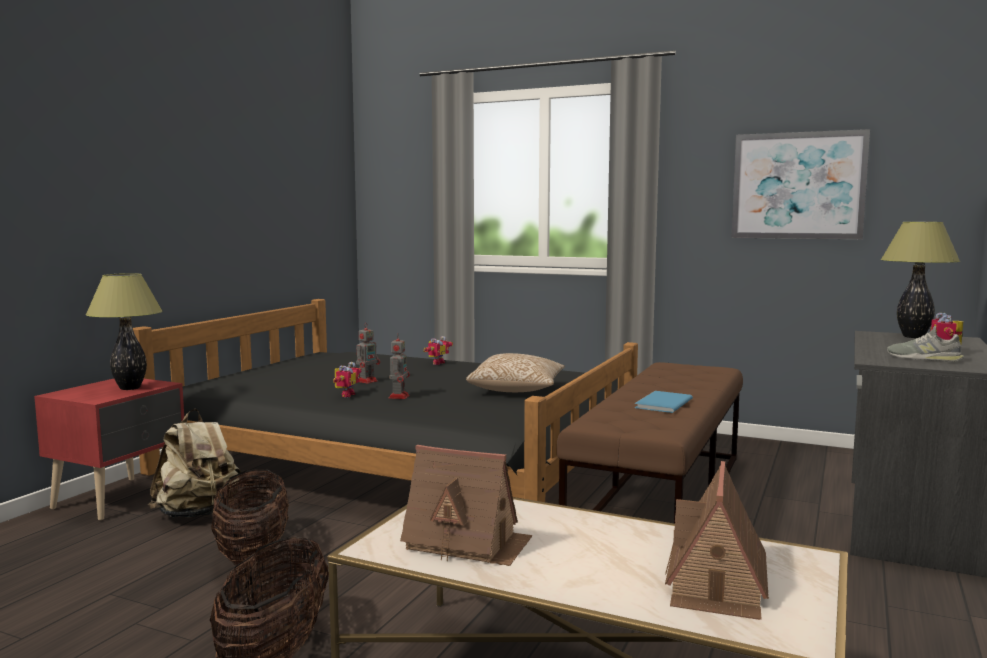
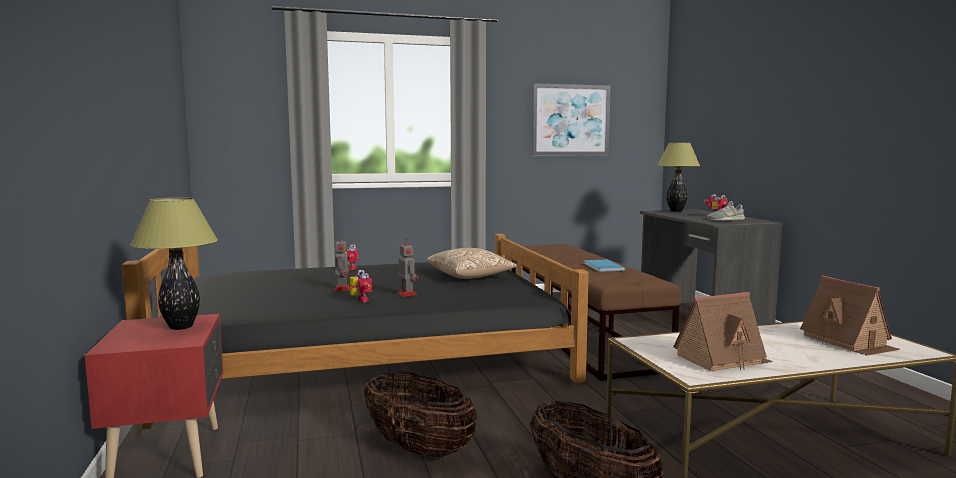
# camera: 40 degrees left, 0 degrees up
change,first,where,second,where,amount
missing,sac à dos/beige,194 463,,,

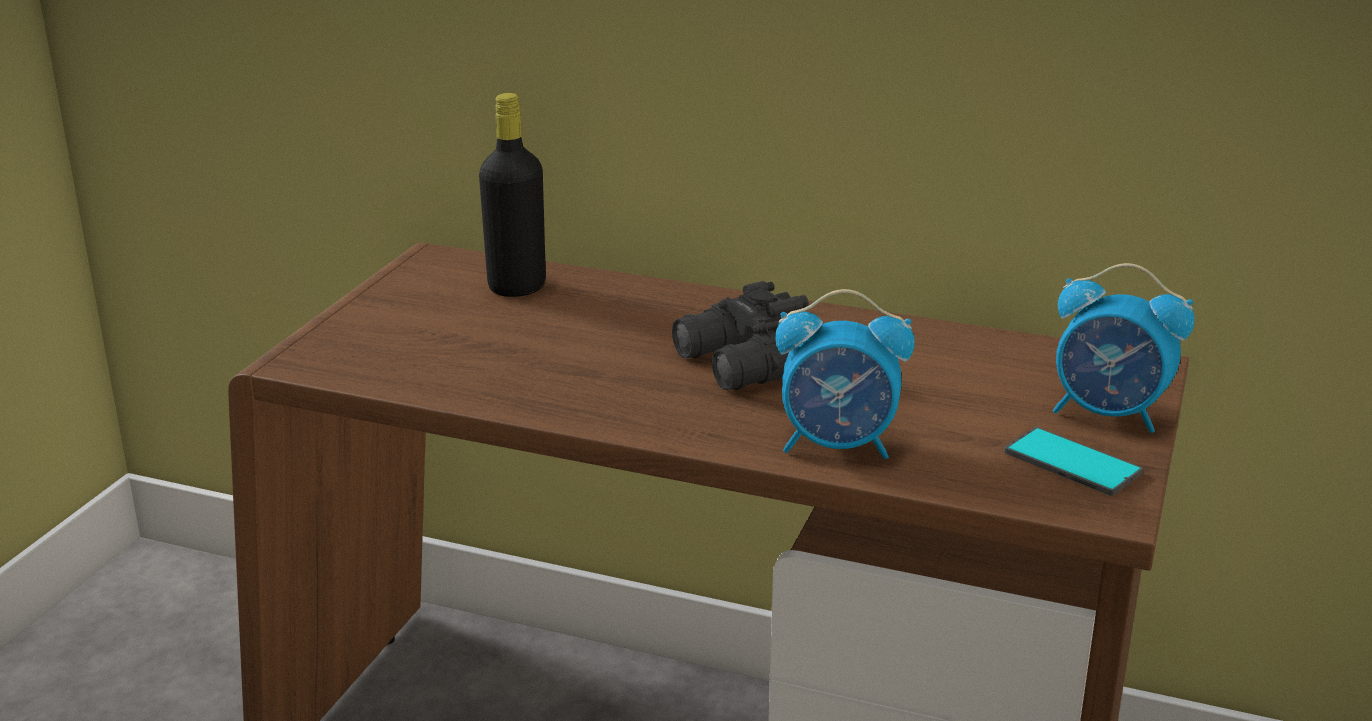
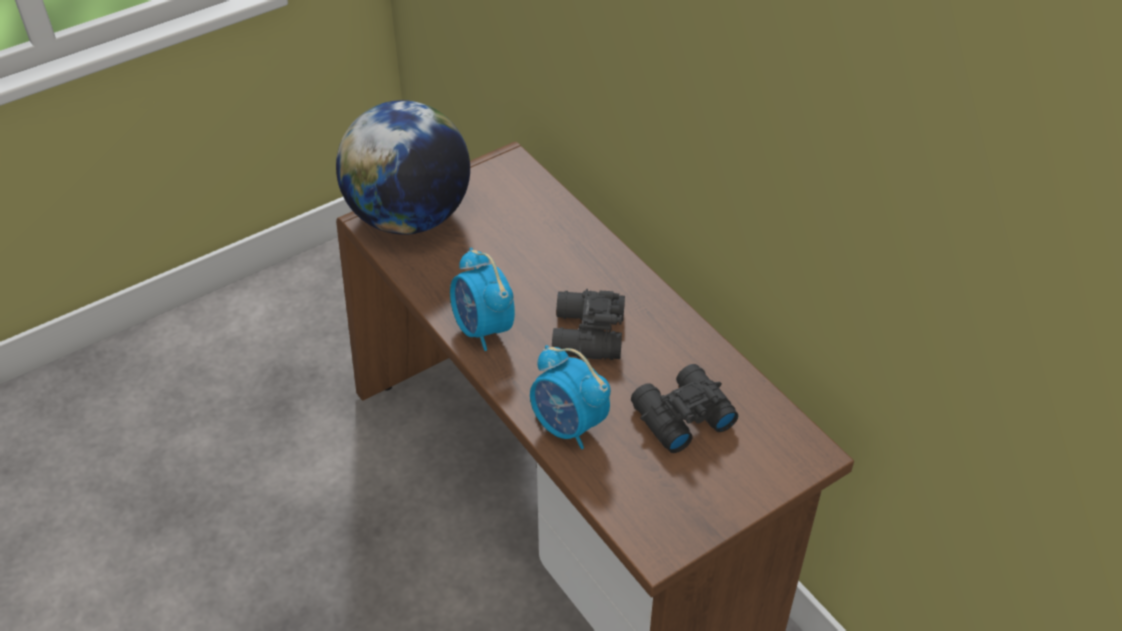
# camera: 35 degrees right, 20 degrees up
change,first,where,second,where,amount
appeared,,,globe,403 167,
relocated,réveil,1124 348,,482 299,
appeared,,,jumelles/noir,684 408,
missing,bouteille/noir,512 195,,,
missing,téléphone,1073 461,,,

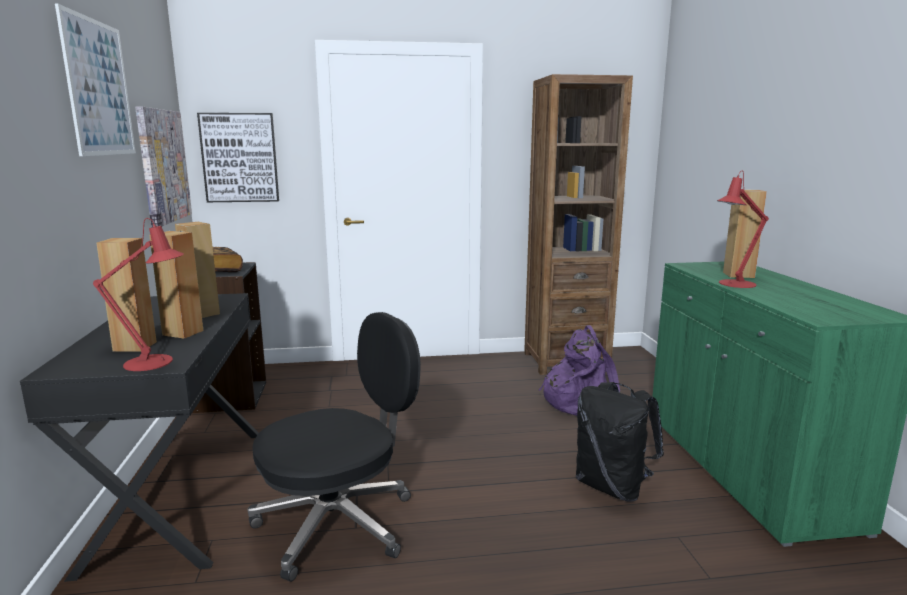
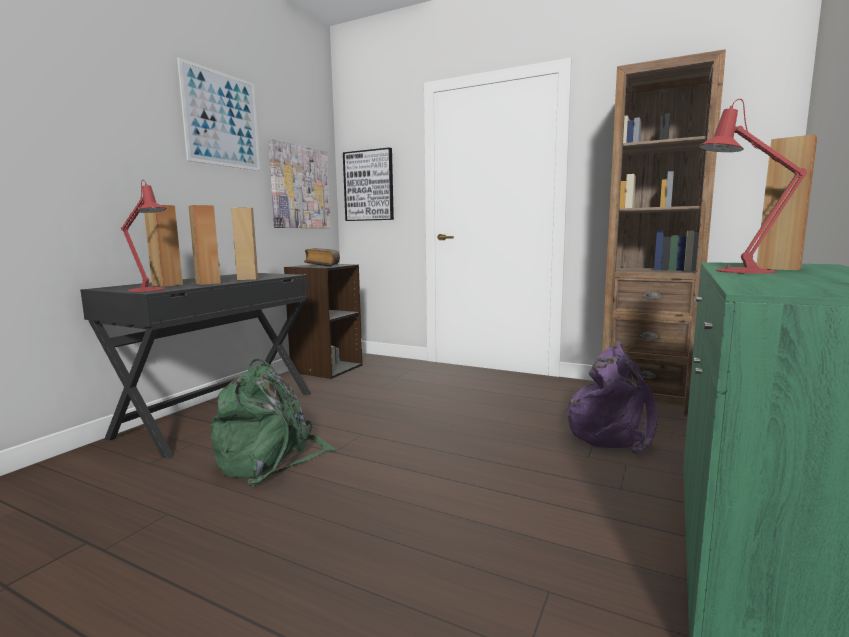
# camera: 35 degrees right, 5 degrees down
change,first,where,second,where,amount
exchanged,chaise de bureau/noir,334 447,sac à dos/vert,273 423,
missing,sac à dos/noir,620 441,,,

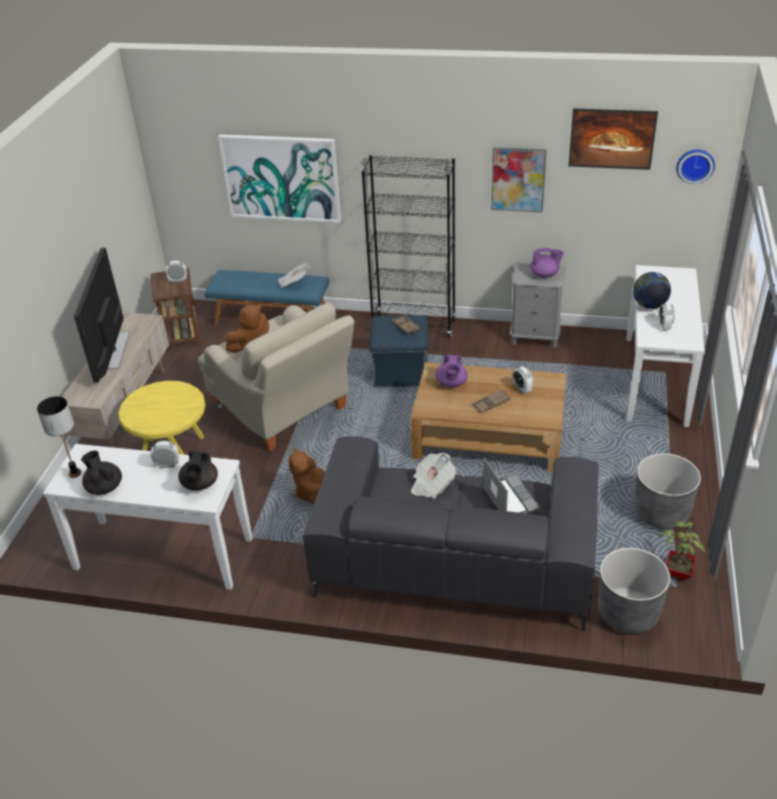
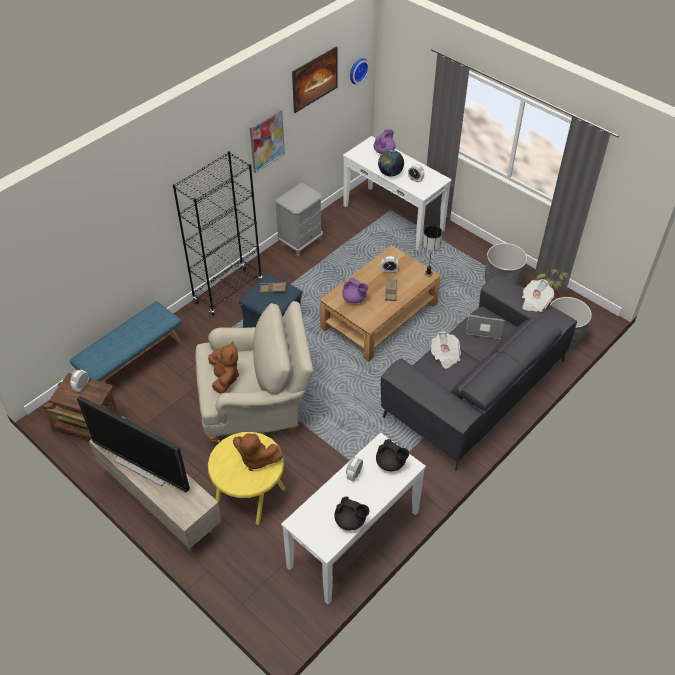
# camera: 60 degrees left, 10 degrees up
change,first,where,second,where,amount
relocated,peluche/marron,307 476,,258 452,
spun,théière/noir,101 473,,351 513,150 degrees counterclockwise
relocated,théière/violet,547 263,,384 141,
relocated,lampe de table,59 437,,433 251,
relocated,journal,294 275,,538 295,
missing,tableau,279 178,,,

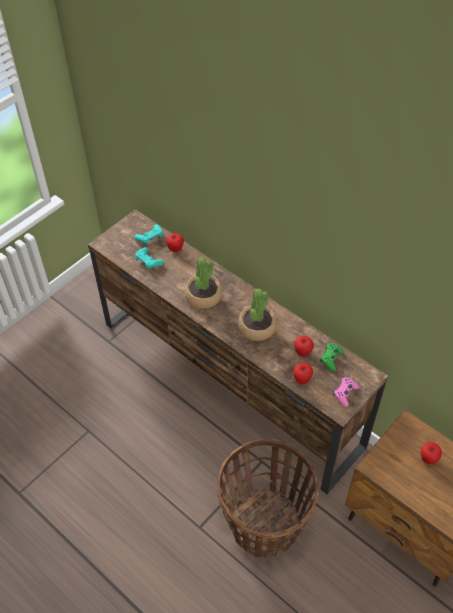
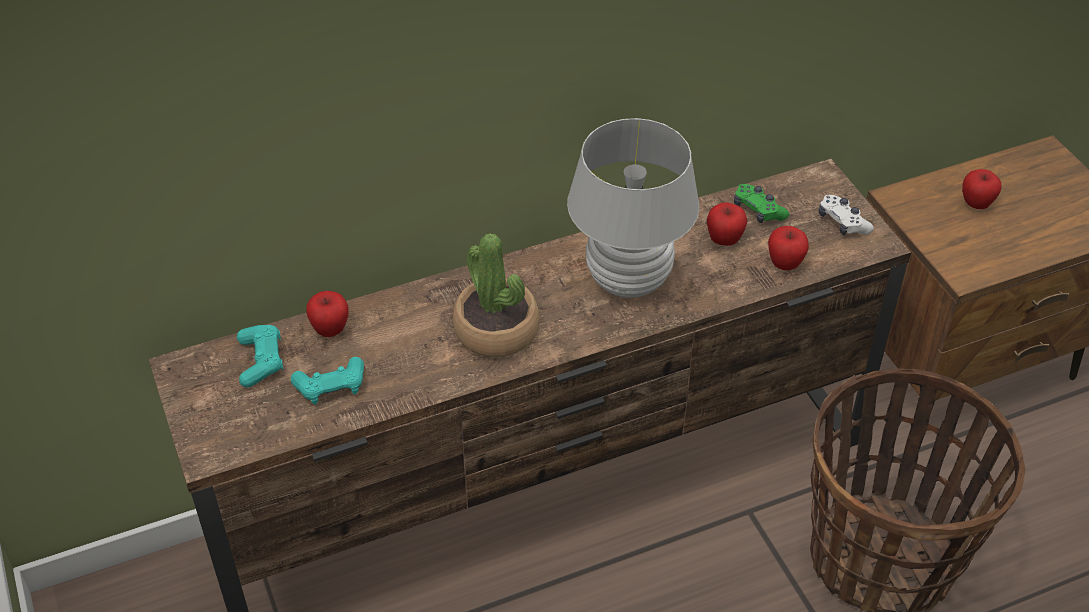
# camera: 65 degrees left, 5 degrees down
change,first,where,second,where,amount
exchanged,plante en pot,257 315,lampe de table/blanc,633 208,
colour,manette/rose,346 392,manette/blanc,846 215,

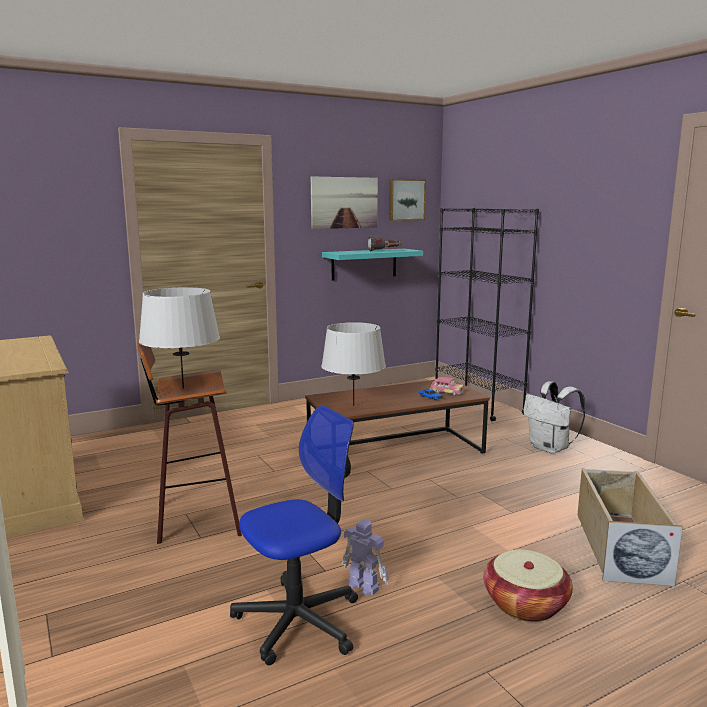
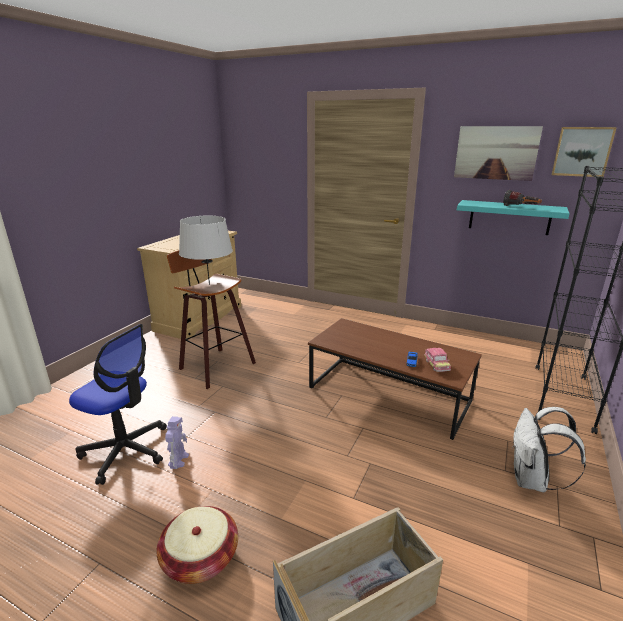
# camera: 55 degrees right, 10 degrees up
change,first,where,second,where,amount
missing,lampe de table/gris,353 364,,,

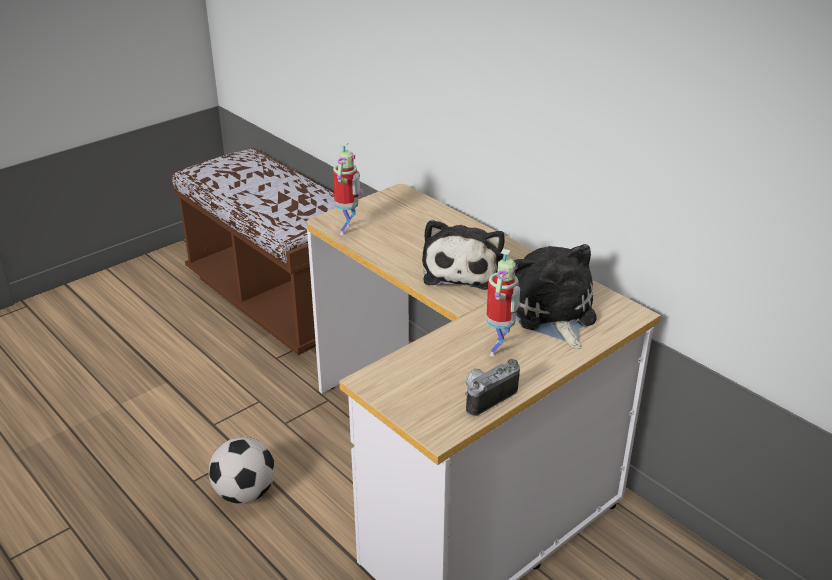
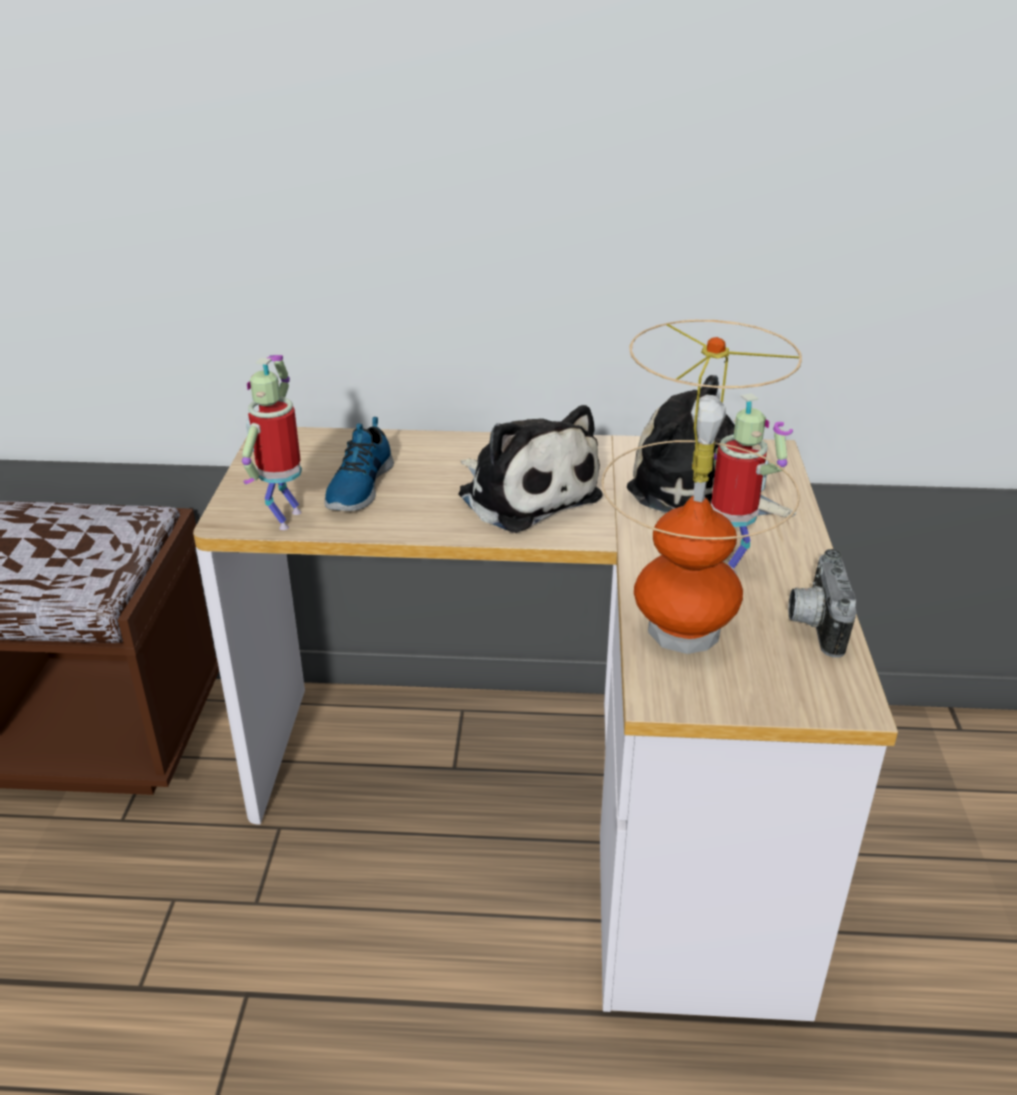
# camera: 45 degrees left, 0 degrees up
change,first,where,second,where,amount
spun,robot jouet,348 188,,272 442,135 degrees counterclockwise
appeared,,,chaussure,359 464,
appeared,,,lampe de table,702 487,
missing,ballon de foot,242 470,,,

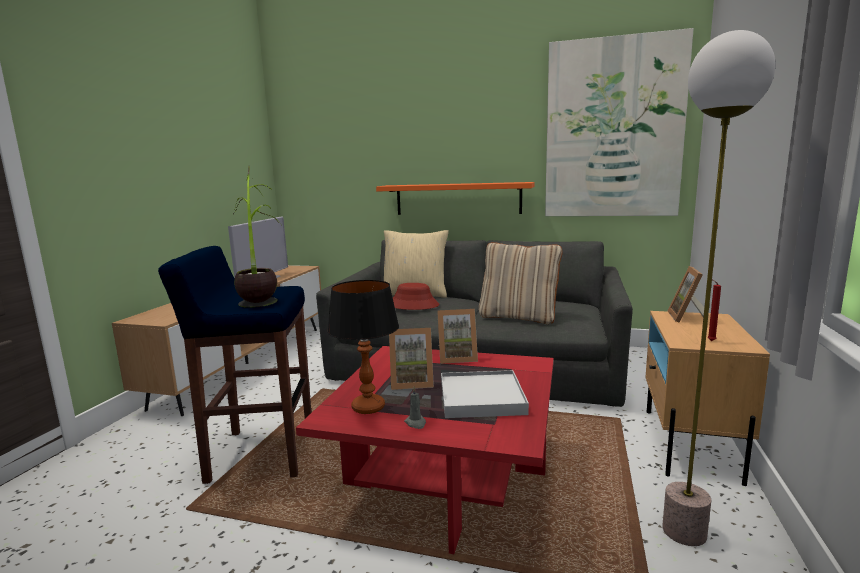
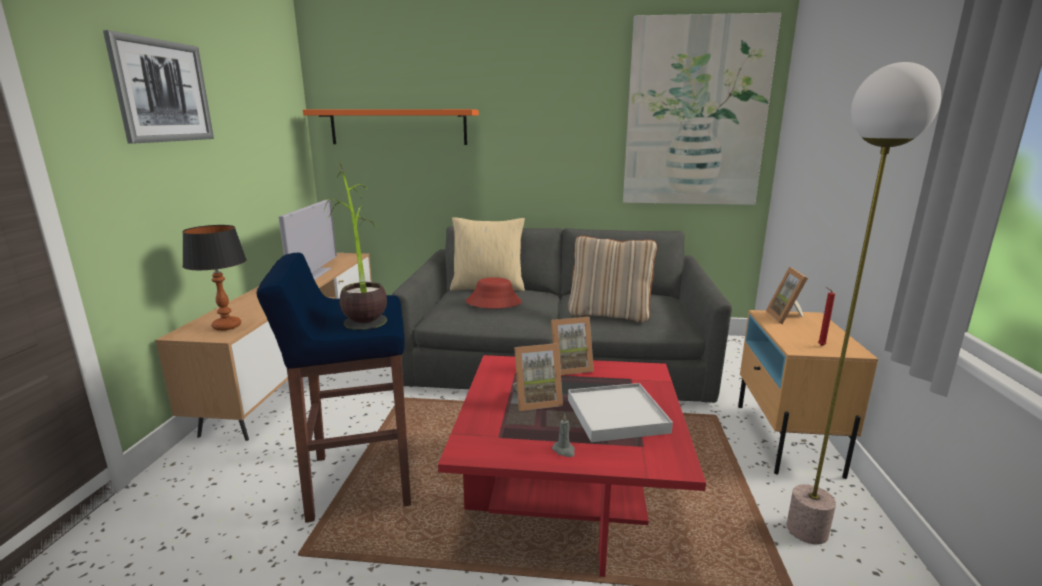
# camera: 10 degrees left, 5 degrees up
change,first,where,second,where,amount
appeared,,,tableau,158 87,
relocated,lampe de table,363 347,,214 278,
relocated,étagère/orange,455 198,,391 127,

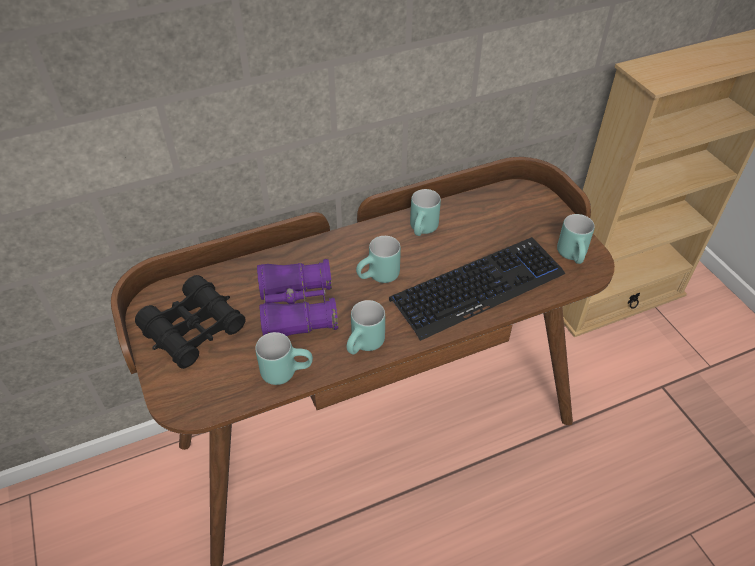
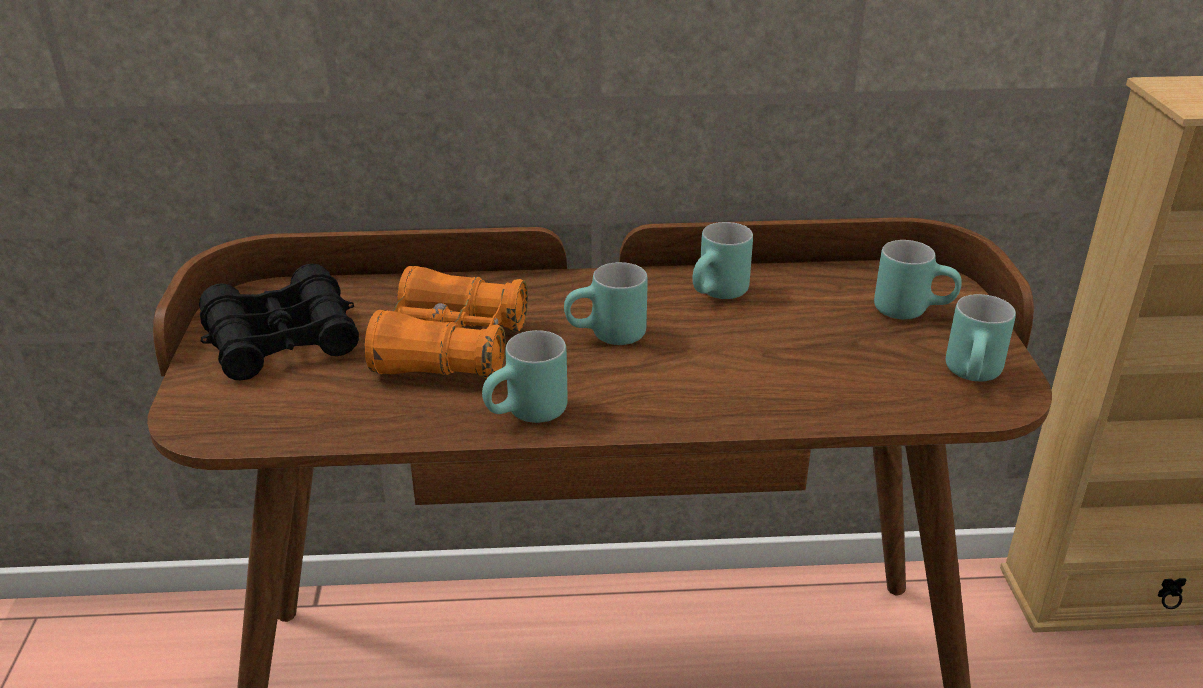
# camera: 20 degrees right, 15 degrees down
change,first,where,second,where,amount
colour,jumelles/violet,297 297,jumelles/orange,446 322,
relocated,mug/turquoise,284 358,,918 279,
missing,clavier,477 289,,,

